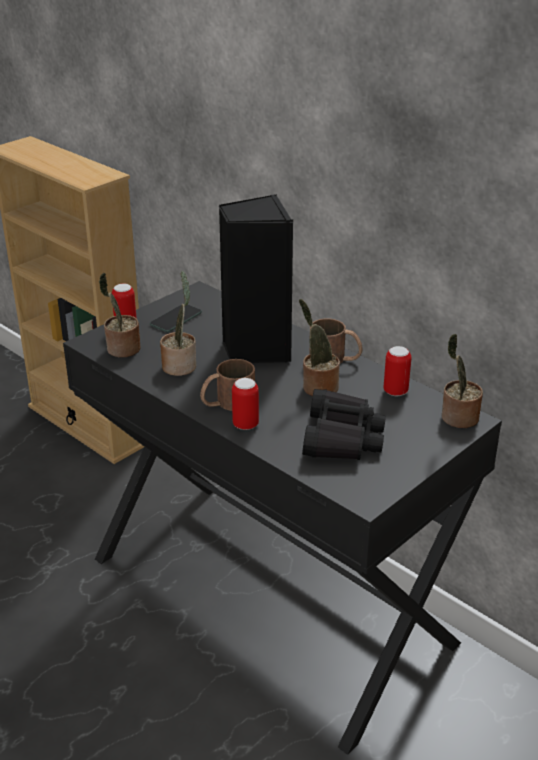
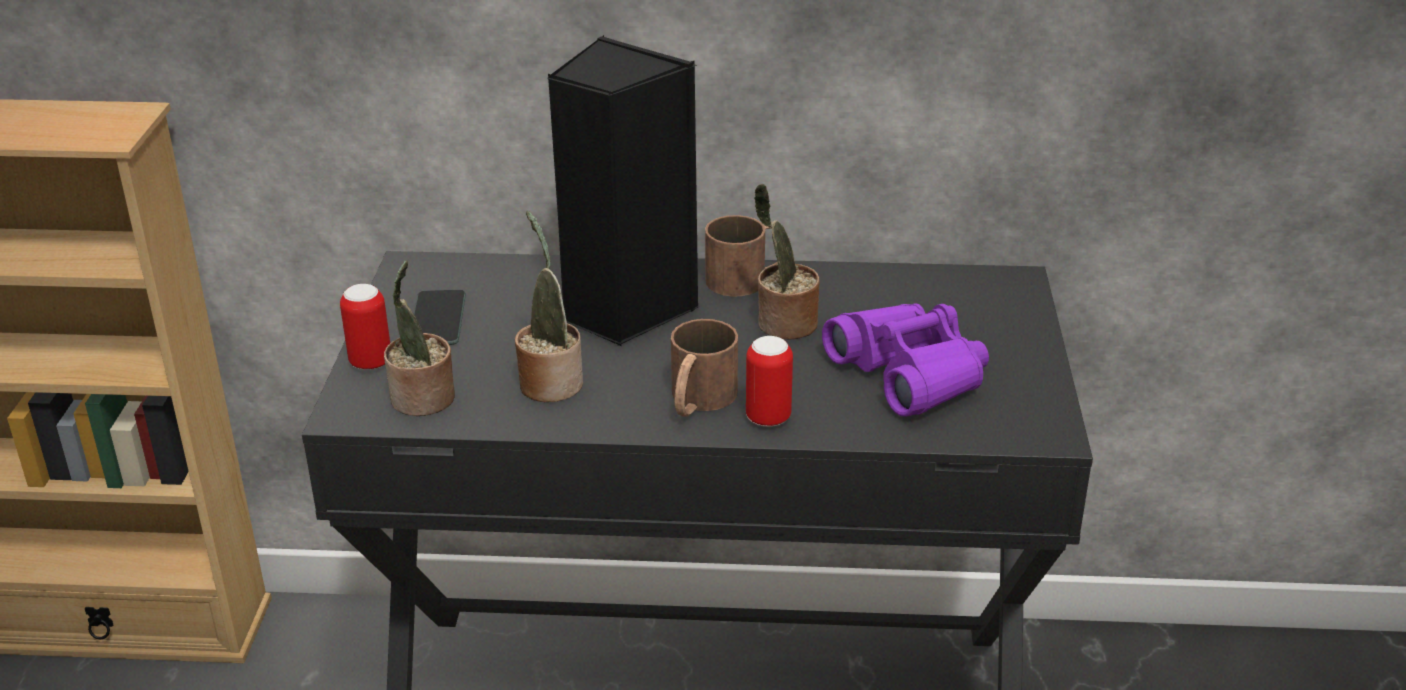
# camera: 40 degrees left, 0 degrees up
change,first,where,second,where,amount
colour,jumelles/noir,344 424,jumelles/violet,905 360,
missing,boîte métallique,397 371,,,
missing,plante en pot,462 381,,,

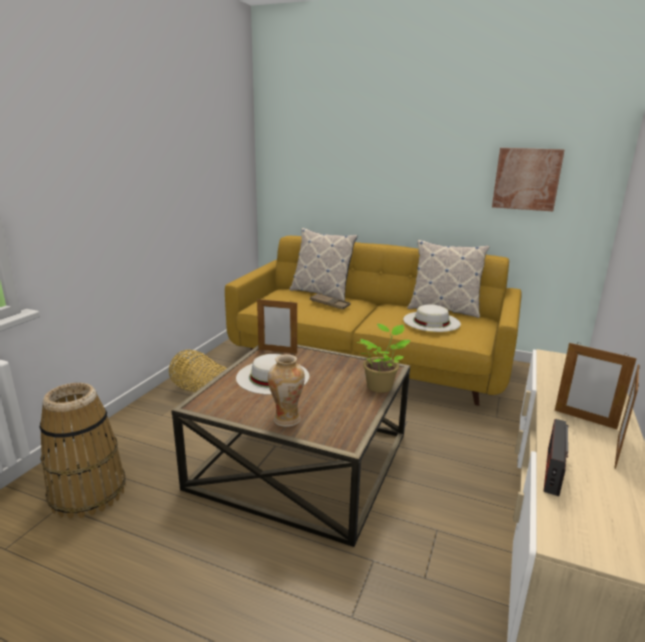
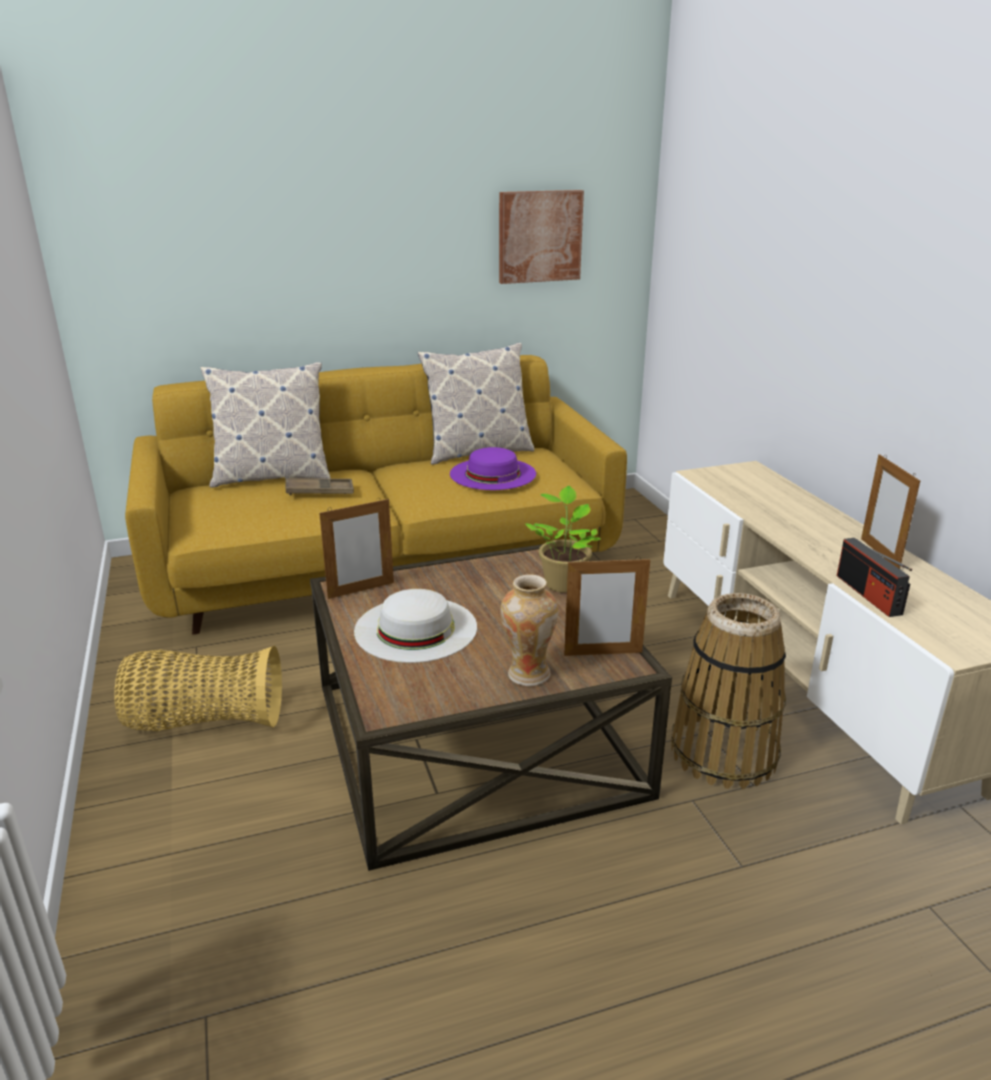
# camera: 40 degrees left, 5 degrees up
change,first,where,second,where,amount
colour,chapeau/blanc,432 318,chapeau/violet,493 468,
relocated,cadre photo,596 385,,607 606,
relocated,panier,83 451,,728 691,

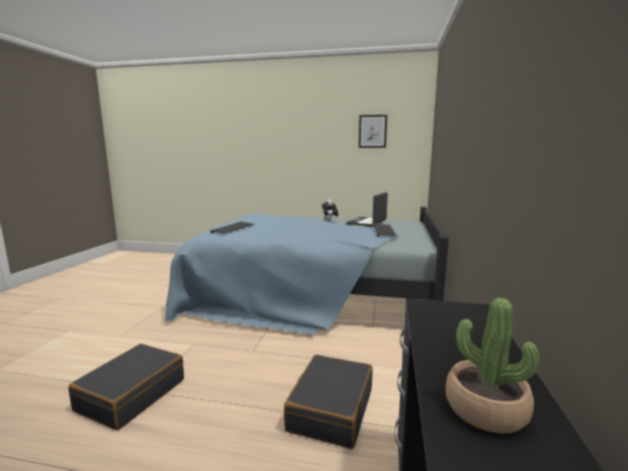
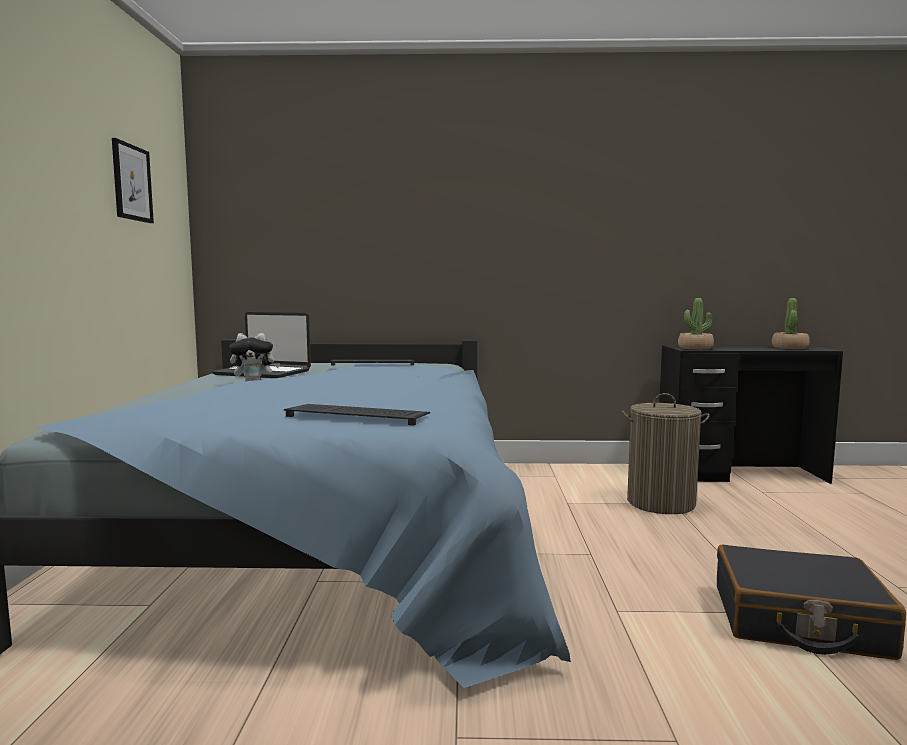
# camera: 100 degrees left, 5 degrees down
change,first,where,second,where,amount
exchanged,valise/noir,328 402,panier à linge,666 453,
appeared,,,plante en pot,696 324,

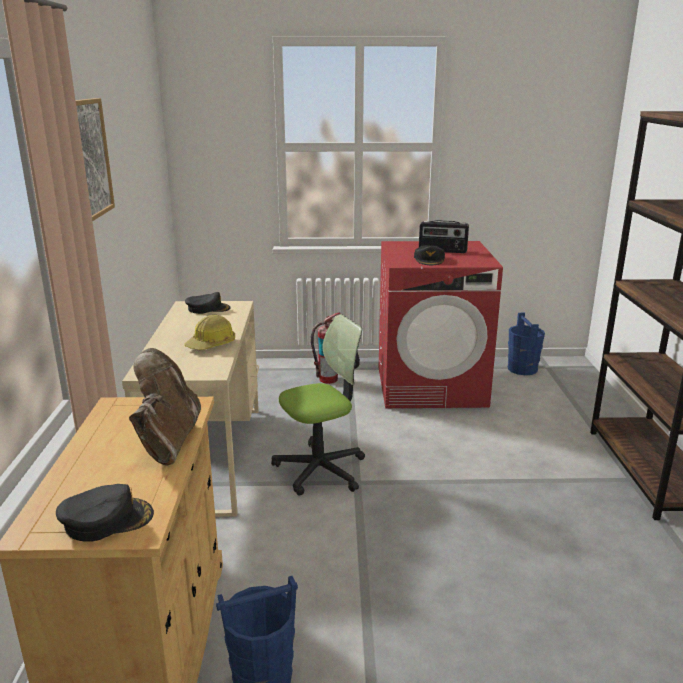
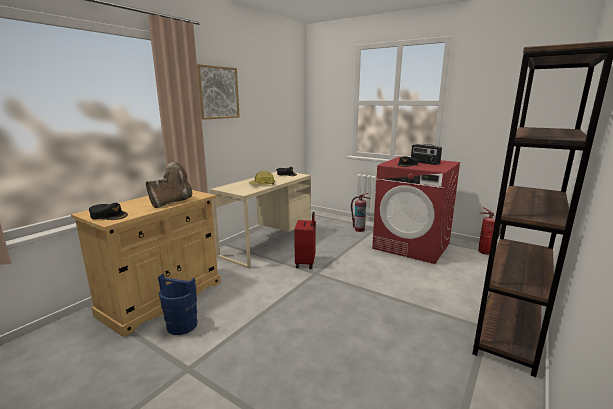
# camera: 35 degrees right, 5 degrees down
change,first,where,second,where,amount
exchanged,chaise de bureau,318 405,valise/rouge,305 240,
exchanged,seau/bleu,526 343,extincteur,490 231,

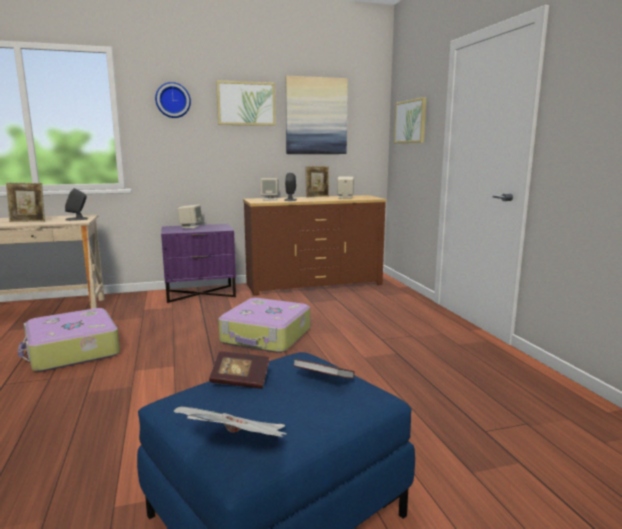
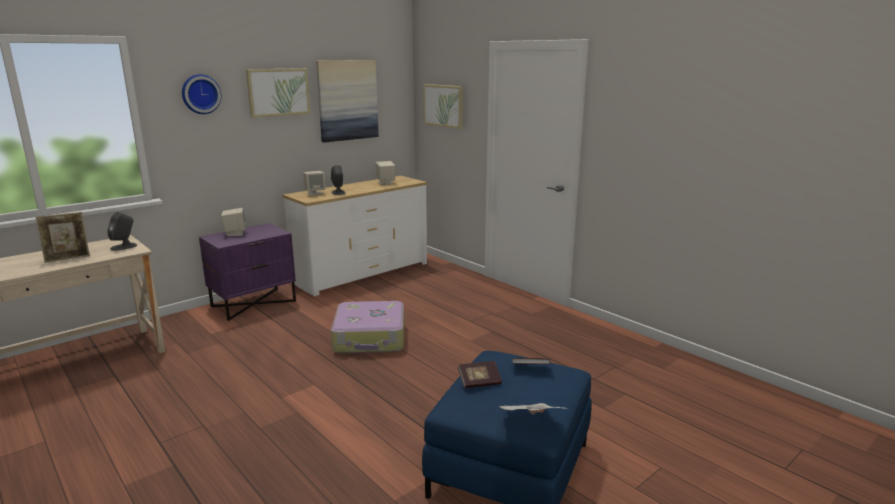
# camera: 25 degrees left, 5 degrees up
change,first,where,second,where,amount
colour,commode/marron,315 245,commode/blanc,355 236,
missing,valise,69 340,,,
missing,cadre photo,317 181,,,

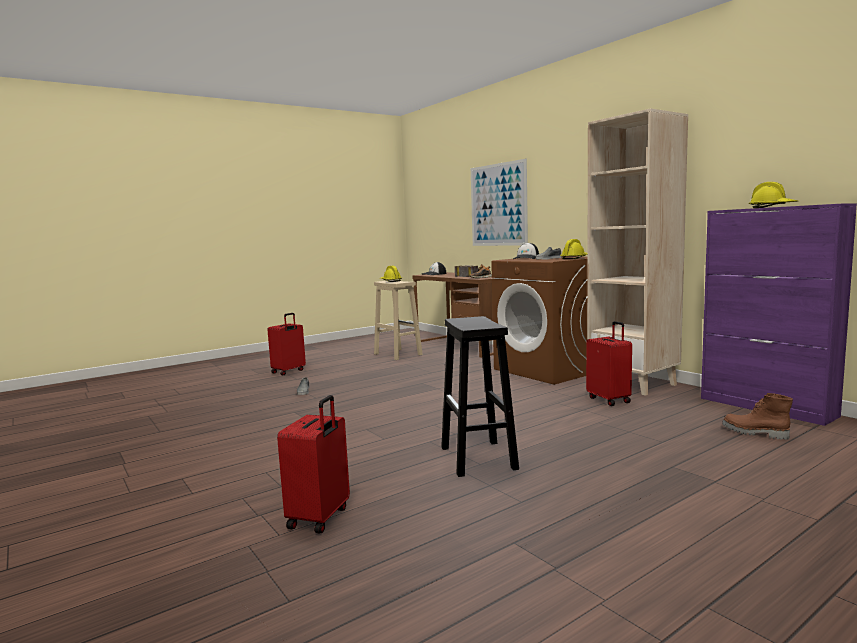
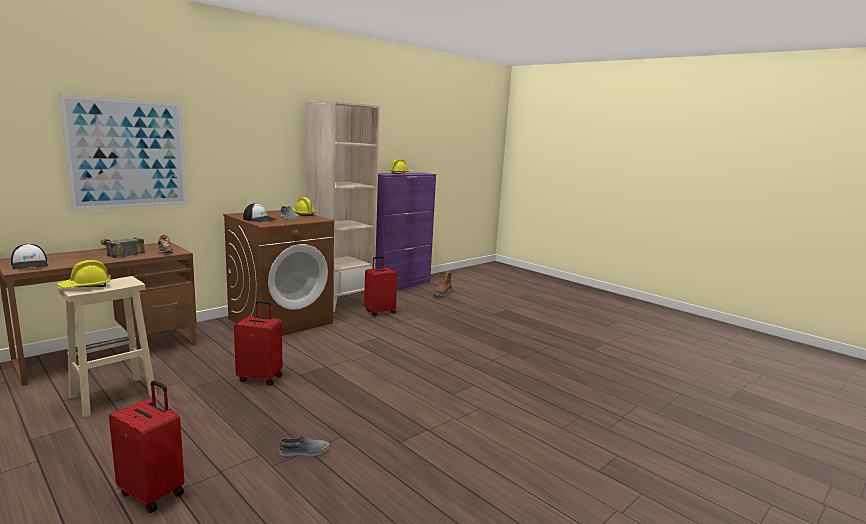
# camera: 100 degrees left, 5 degrees up
change,first,where,second,where,amount
relocated,valise/rouge,313 464,,258 343,
missing,tabouret/noir,480 396,,,

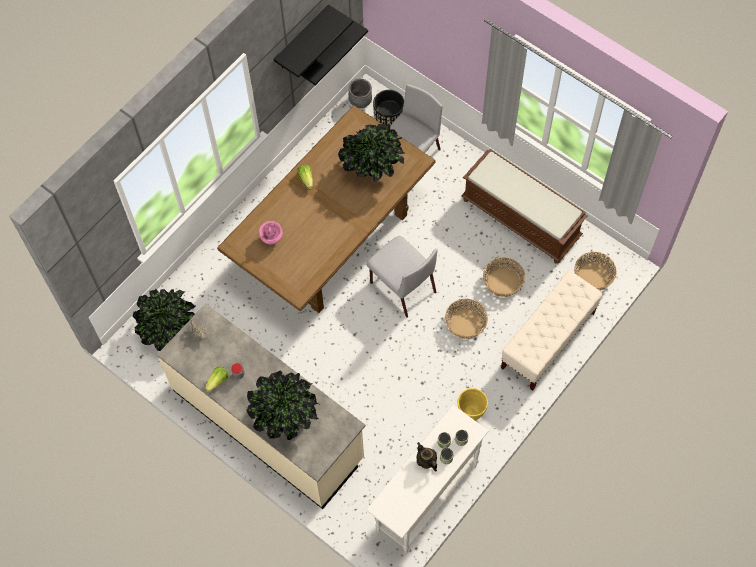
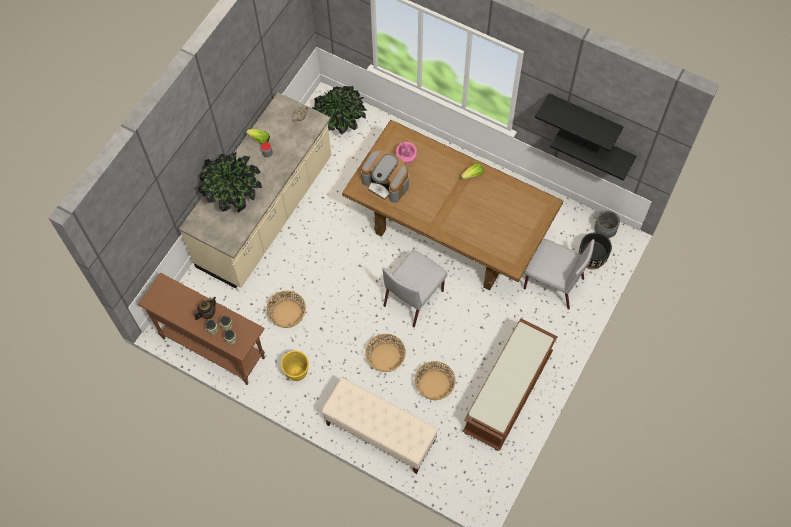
# camera: 80 degrees right, 0 degrees up
change,first,where,second,where,amount
colour,table console/blanc,427 479,table console/marron,201 329,
relocated,panier,595 271,,286 309,
appeared,,,machine à café,385 176,
missing,plante en pot,371 153,,,

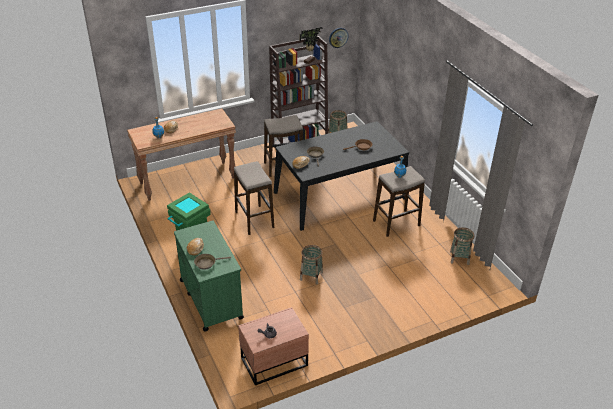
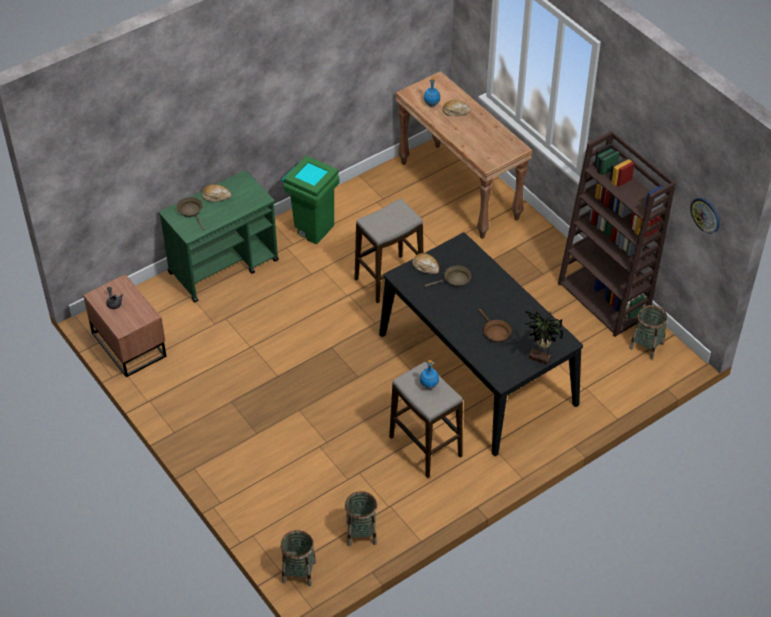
# camera: 80 degrees right, 10 degrees up
change,first,where,second,where,amount
relocated,panier,311 264,,298 558,
relocated,plante en pot,311 45,,544 337,
missing,tabouret,283 146,,,

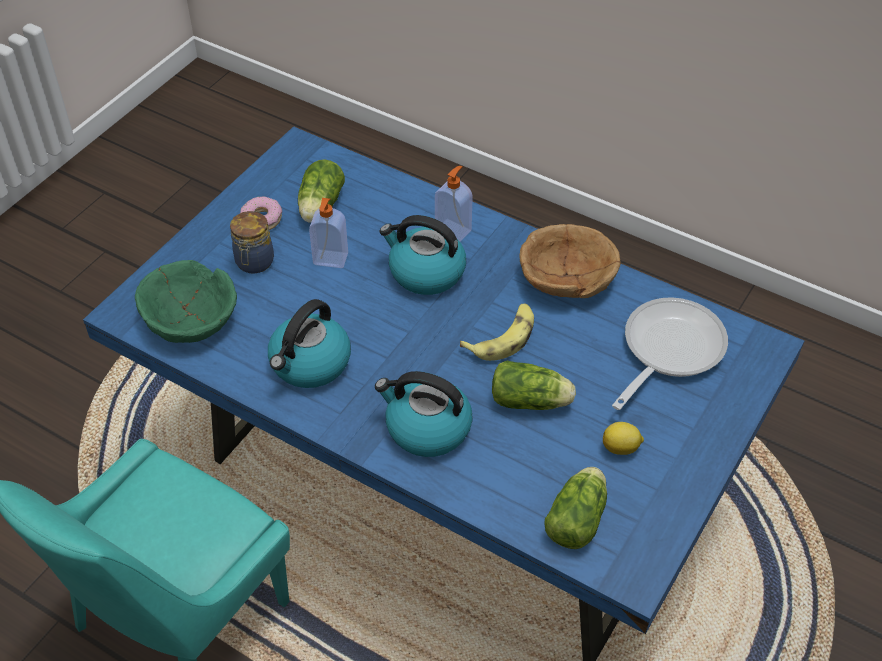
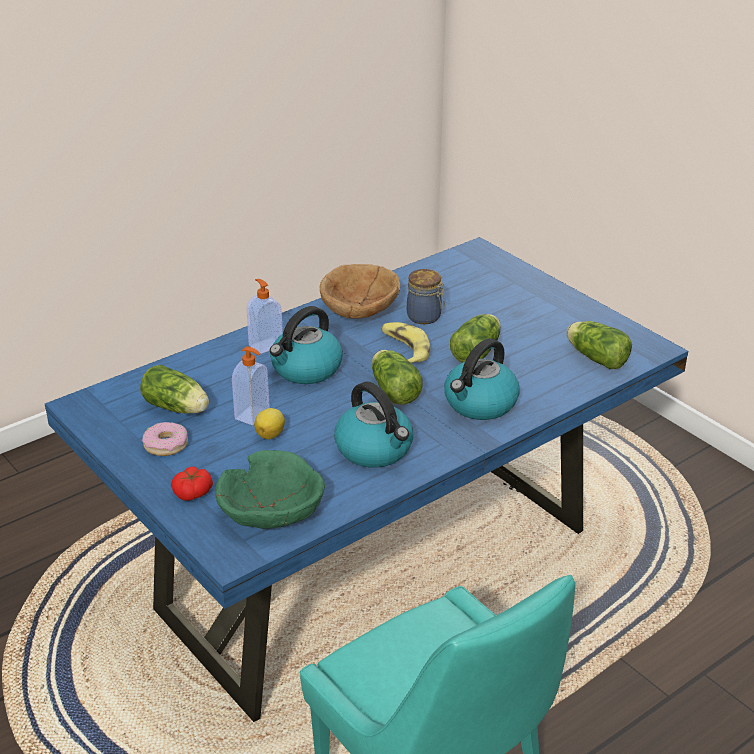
# camera: 70 degrees left, 15 degrees down
change,first,where,second,where,amount
appeared,,,tomate,192 483,
relocated,citron,623 438,,269 423,
appeared,,,laitue,397 377,
relocated,bocal,252 242,,425 296,
missing,poêle,670 353,,,

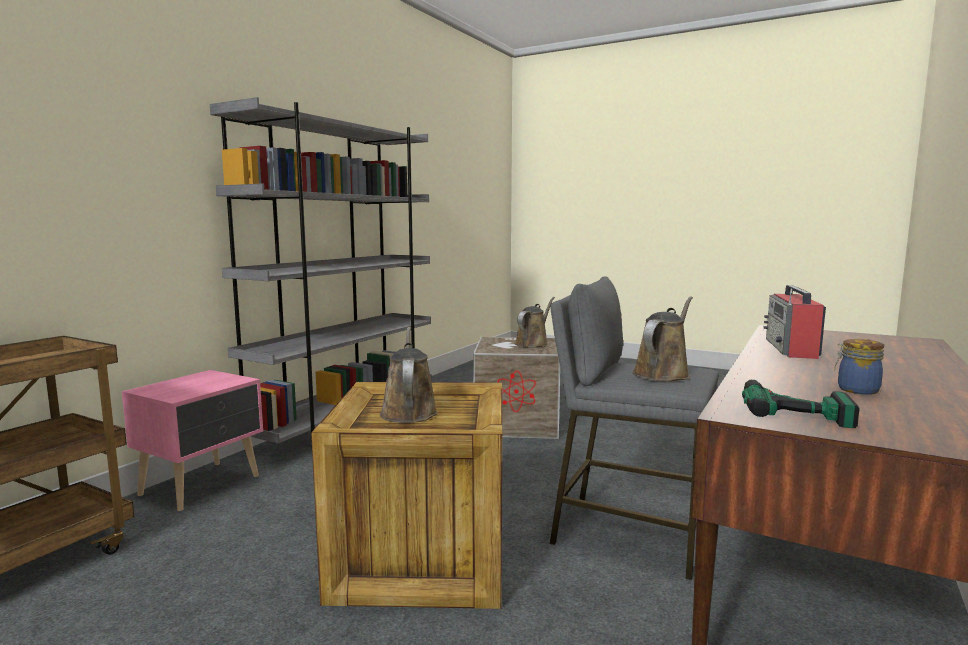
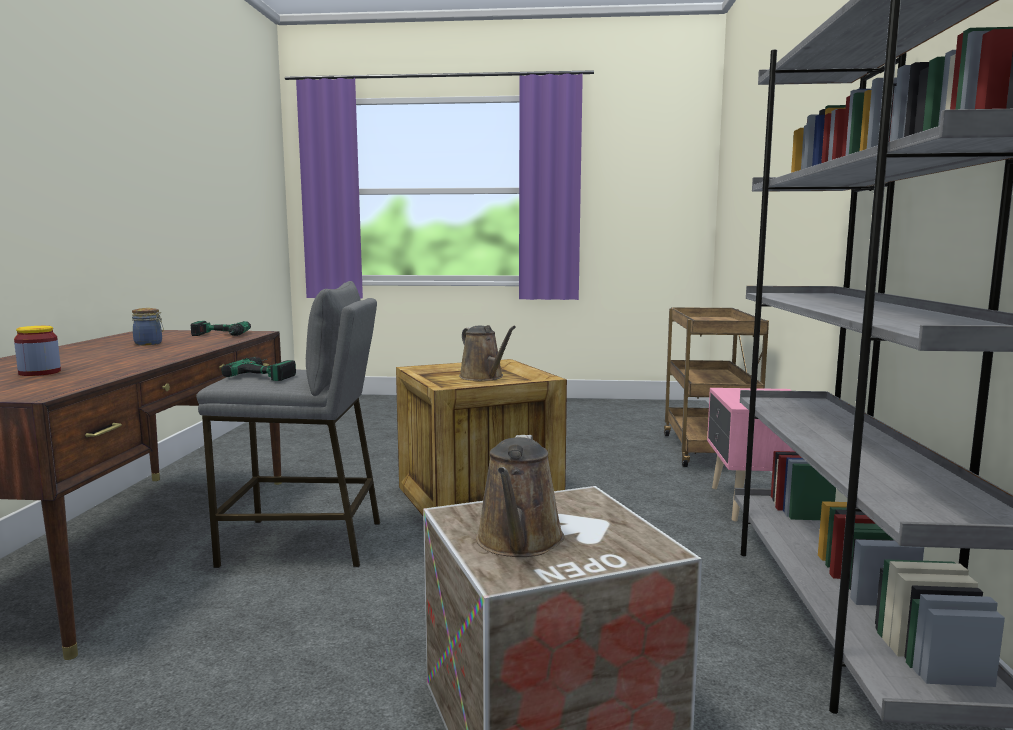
# camera: 155 degrees right, 0 degrees up
change,first,where,second,where,amount
appeared,,,bocal,37 351,
exchanged,arrosoir/marron,662 339,perceuse,258 369,
missing,radio,795 322,,,

